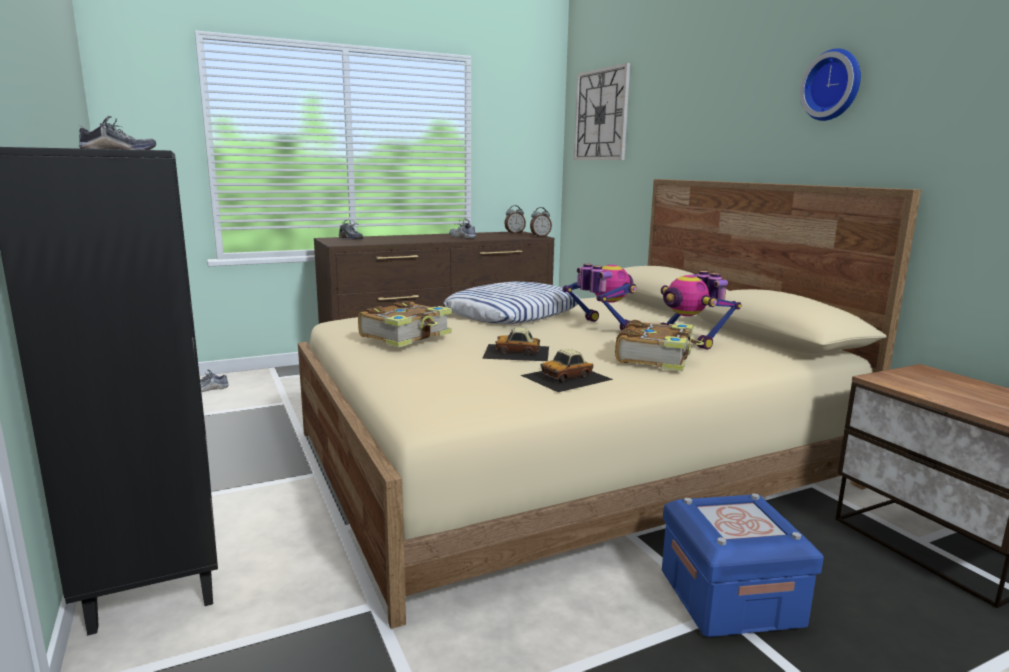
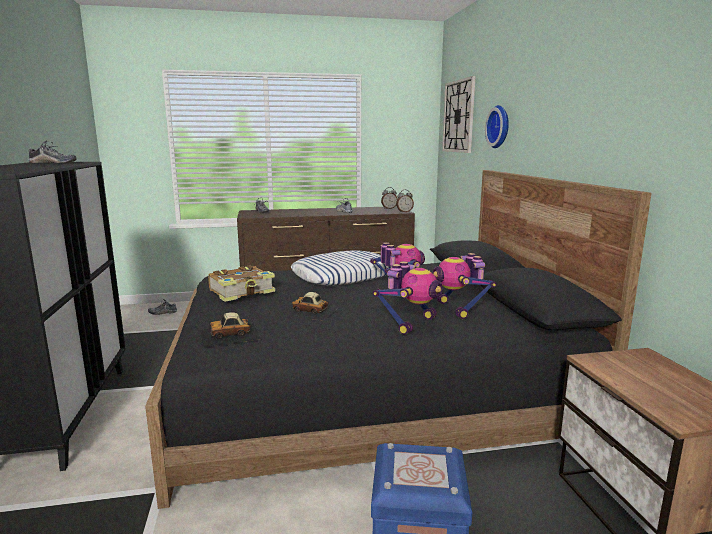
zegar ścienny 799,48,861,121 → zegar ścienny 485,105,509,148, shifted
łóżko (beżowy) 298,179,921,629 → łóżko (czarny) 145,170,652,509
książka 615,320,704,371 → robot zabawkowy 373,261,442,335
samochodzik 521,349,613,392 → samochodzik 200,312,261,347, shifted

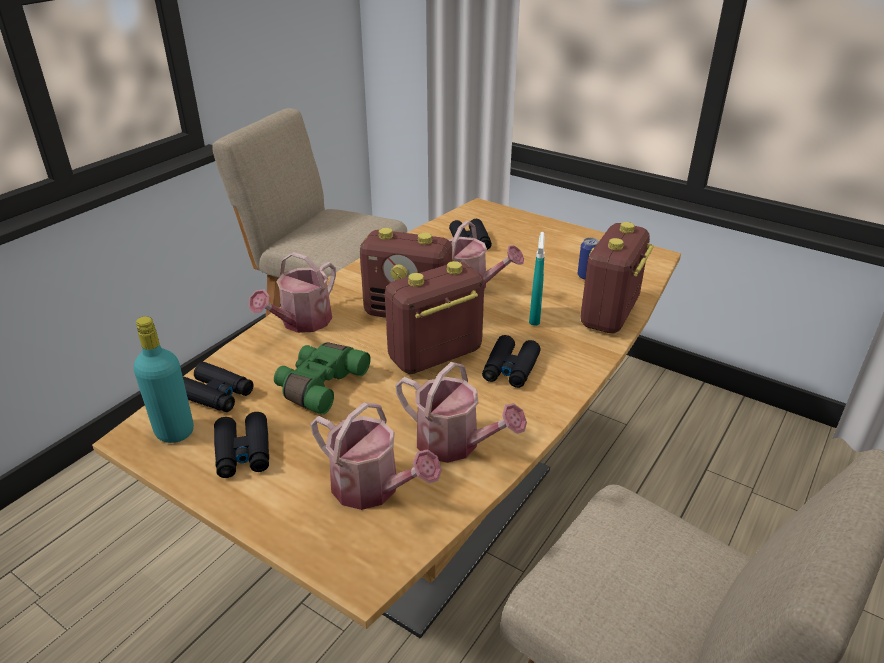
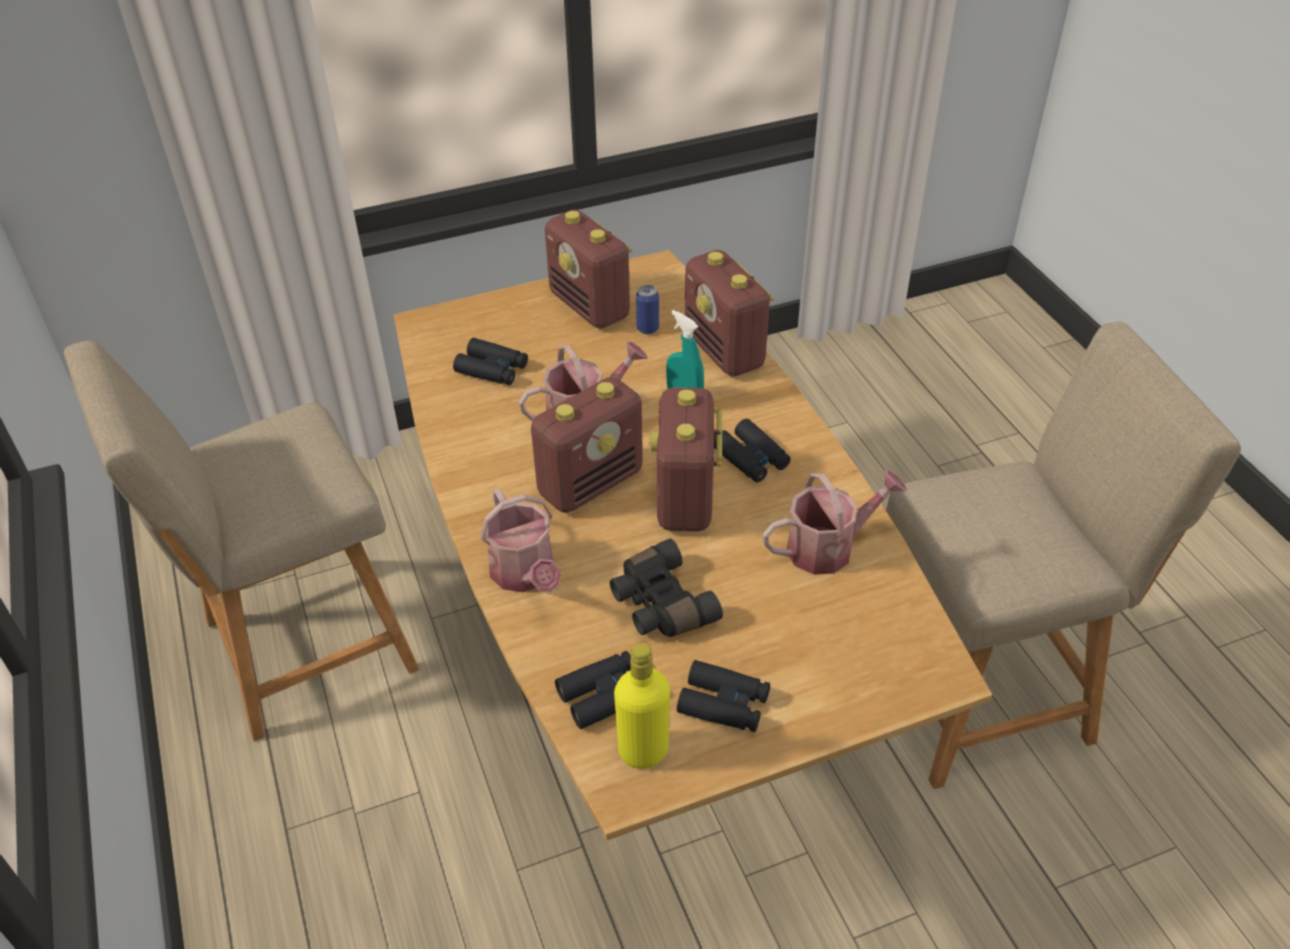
butelka (turkusowy) 134,316,194,443 → butelka (żółty) 614,643,670,769
lornetka (zielony) 274,342,371,415 → lornetka (czarny) 610,539,723,637
konewka 310,402,442,510 → -
- → radio 545,209,632,329

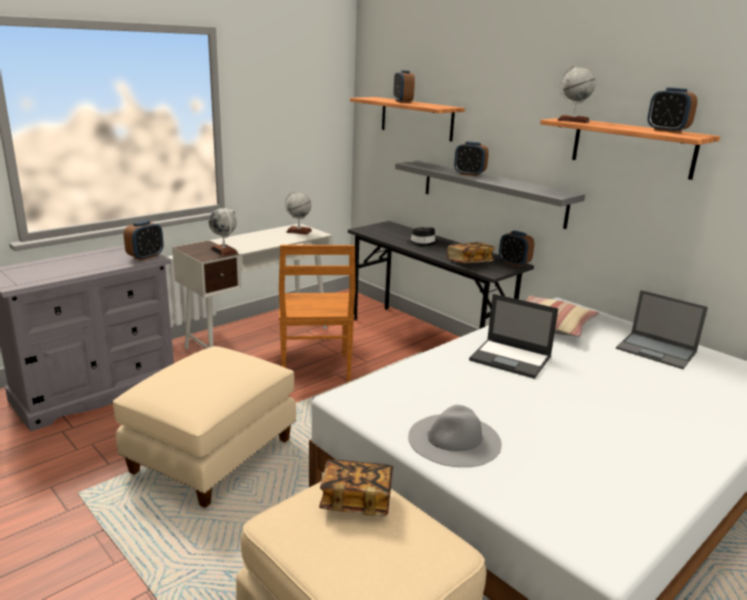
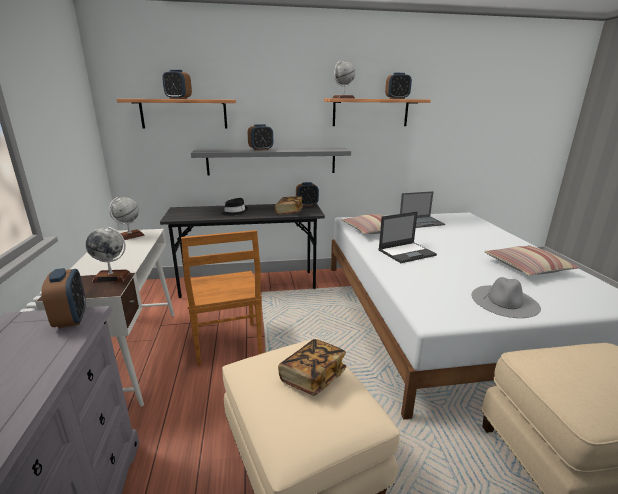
krzesło (brązowy) 279,245,356,382 → krzesło (brązowy) 181,230,262,366, 45 degrees clockwise
książka 319,459,393,516 → książka 278,339,346,396, shifted
- → poduszka 484,245,579,276

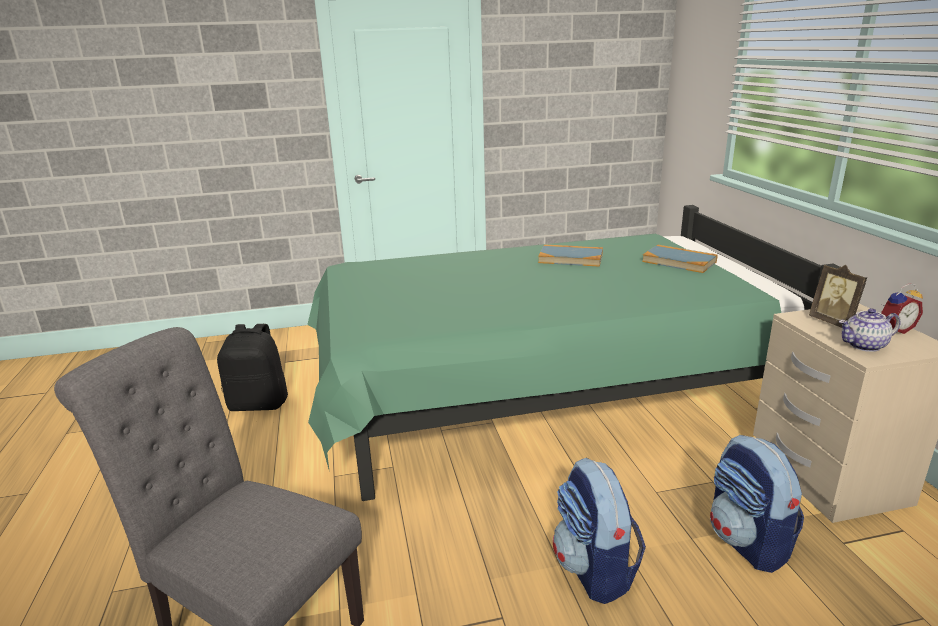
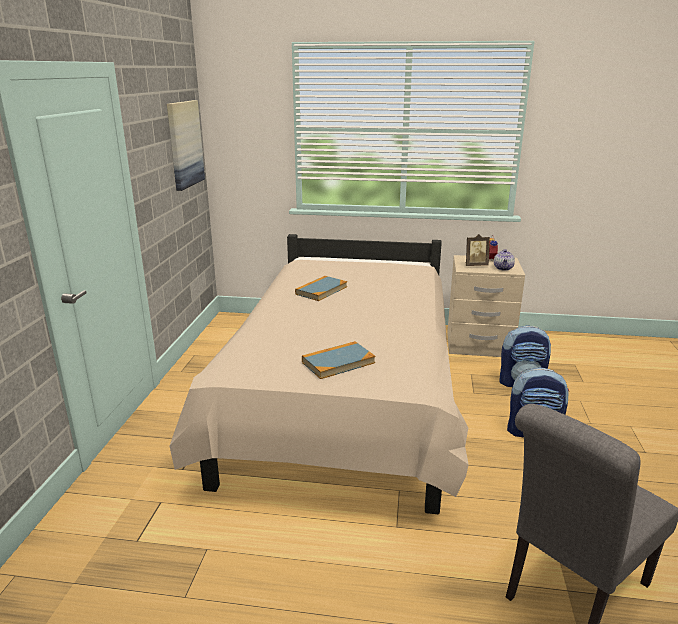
łóżko (zielony) 307,205,840,501 → łóżko (beżowy) 169,234,469,515
książka 642,245,718,273 → książka 302,341,375,379, shifted
plecak (czarny) 217,324,288,411 → -
- → obraz 167,100,205,191

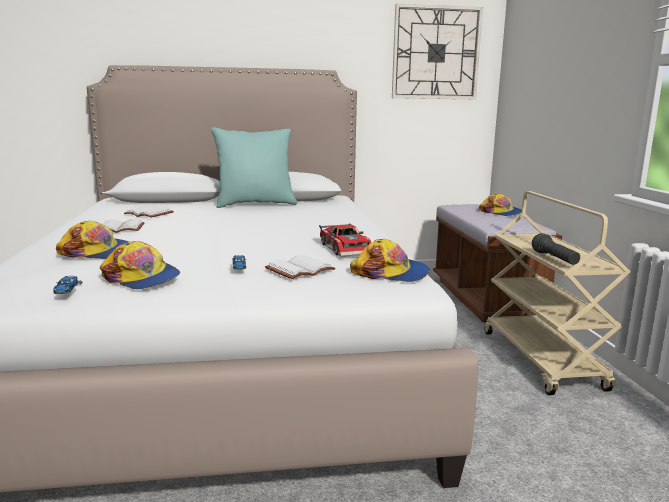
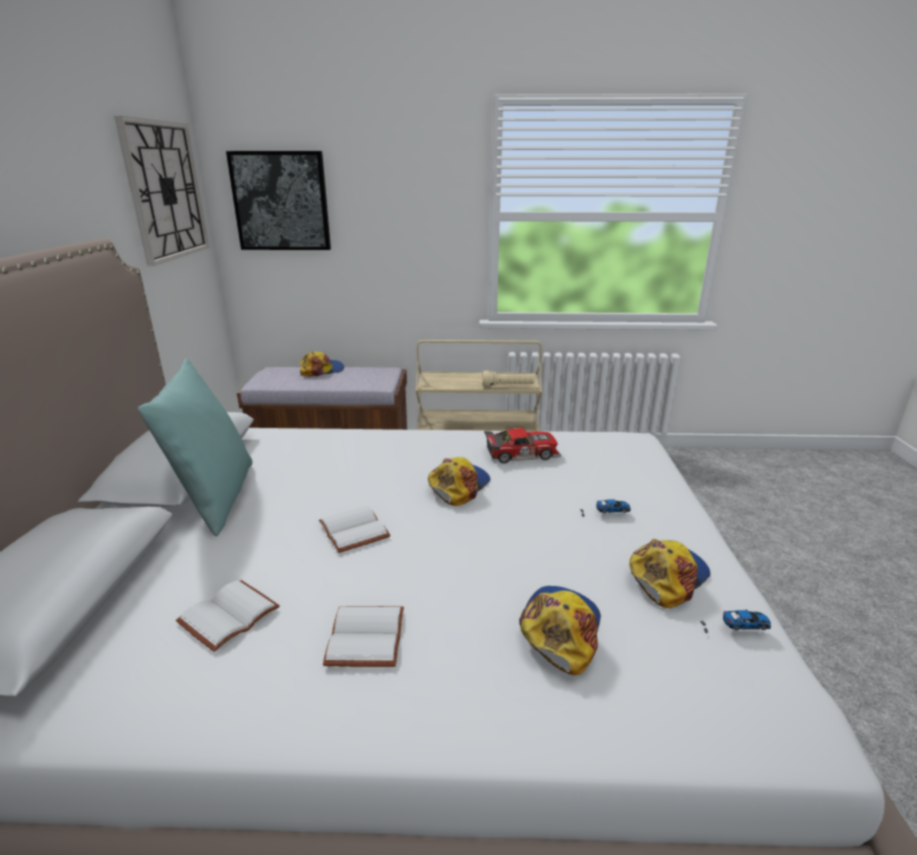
latarka (czarny) 532,233,580,265 → latarka (beżowy) 482,370,534,387
czapka z daszkiem 350,239,430,282 → czapka z daszkiem 428,457,490,506, shifted
książka (biały) 265,255,335,279 → książka (biały) 319,505,391,553, shifted
- → obraz 226,151,331,250

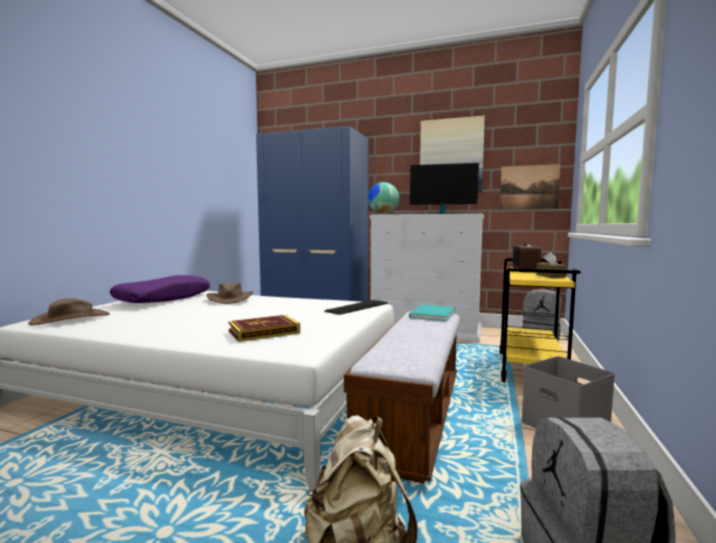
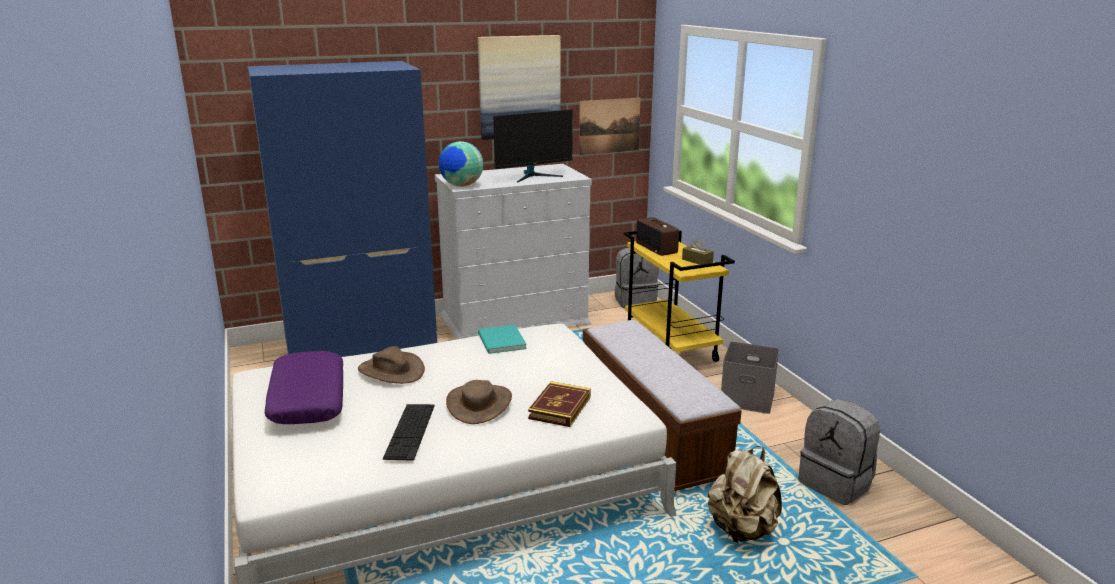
kapelusz (brązowy) 28,298,110,325 → kapelusz (brązowy) 446,380,512,424, shifted
klawiatura 324,300,388,315 → klawiatura 383,404,435,461, shifted
książka (turkusowy) 409,305,455,321 → książka (turkusowy) 478,325,527,354, shifted

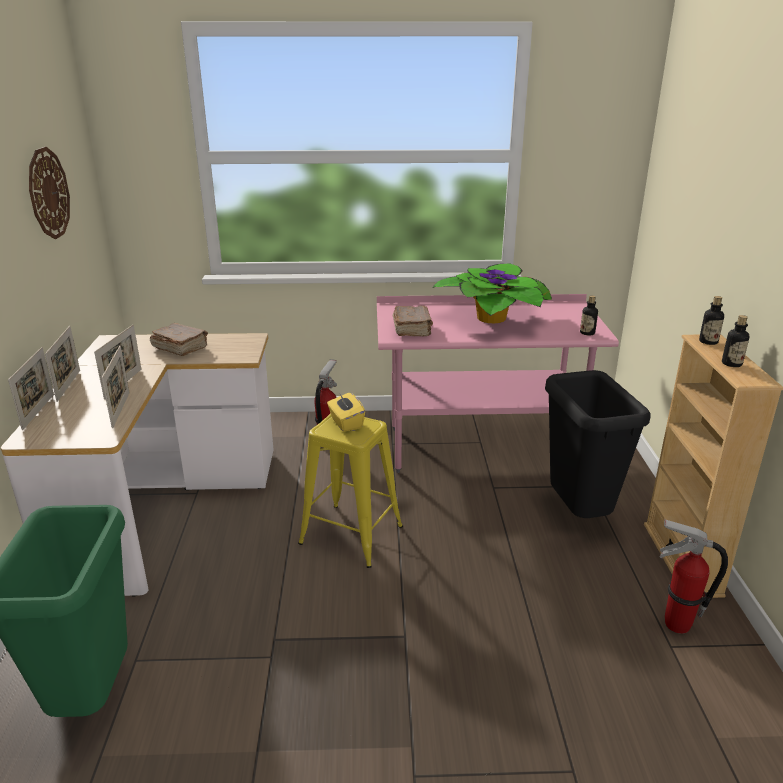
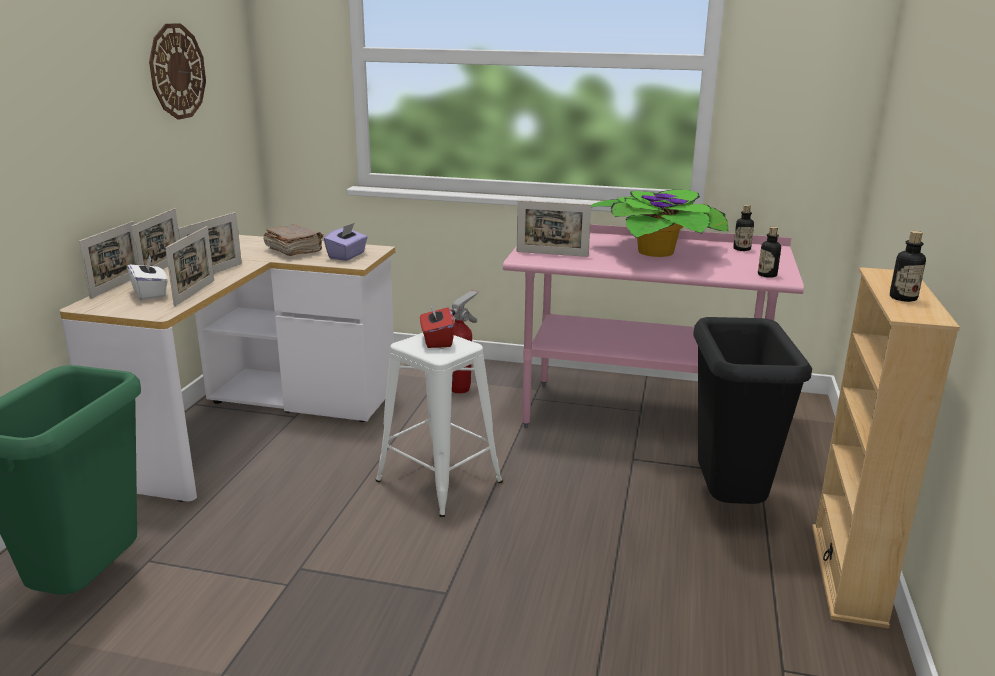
butelka 699,296,724,345 → butelka 733,205,754,251, shifted
książka (brązowy) 393,306,433,337 → ramka na zdjęcie 517,200,591,257
pudełko chusteczek (żółty) 327,393,365,432 → pudełko chusteczek (czerwony) 420,302,454,348
stołek (żółty) 298,413,403,568 → stołek (biały) 376,333,503,517
gaśnica 660,519,728,634 → -
- → pudełko chusteczek (fioletowy) 324,223,368,261
- → pudełko chusteczek (biały) 127,254,168,300

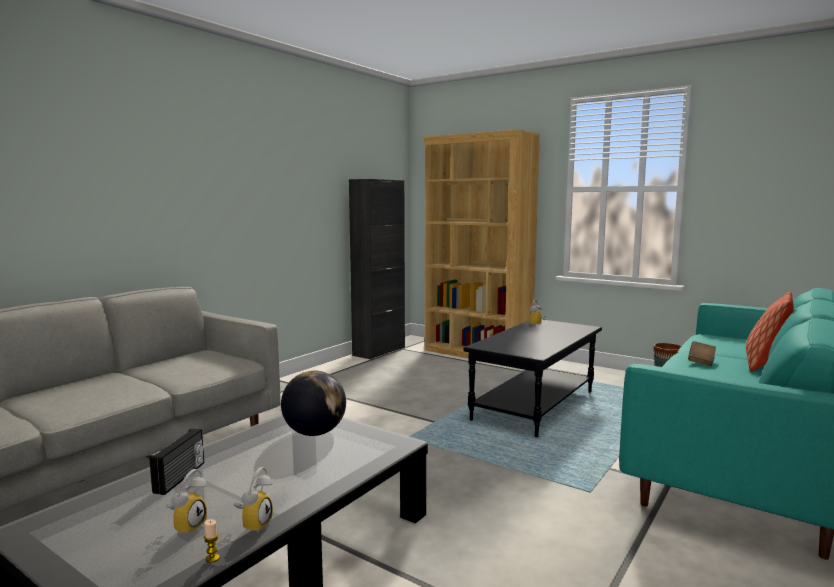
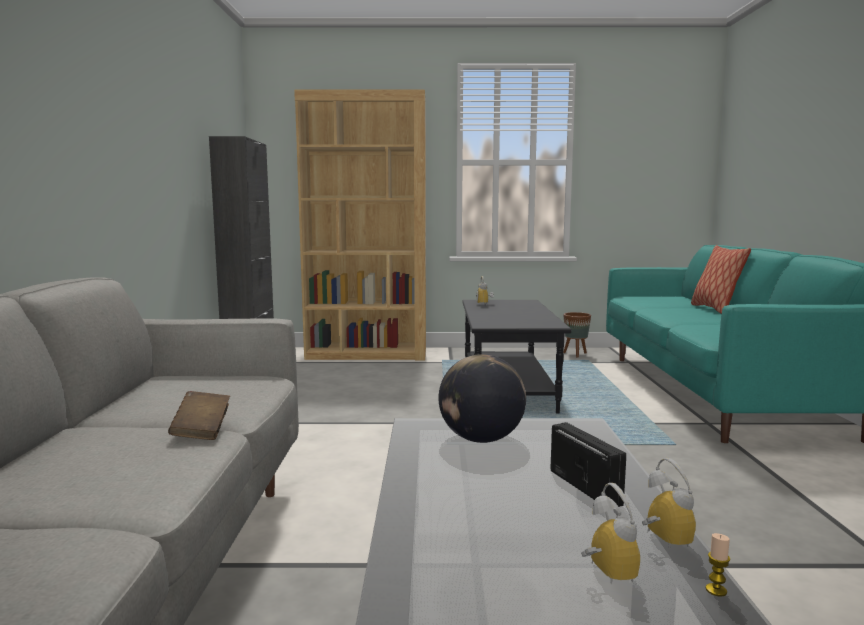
książka (brązowy) 688,341,716,366 → książka (brązowy) 168,391,230,440, shifted
radio 149,429,204,495 → radio 551,422,626,507, shifted

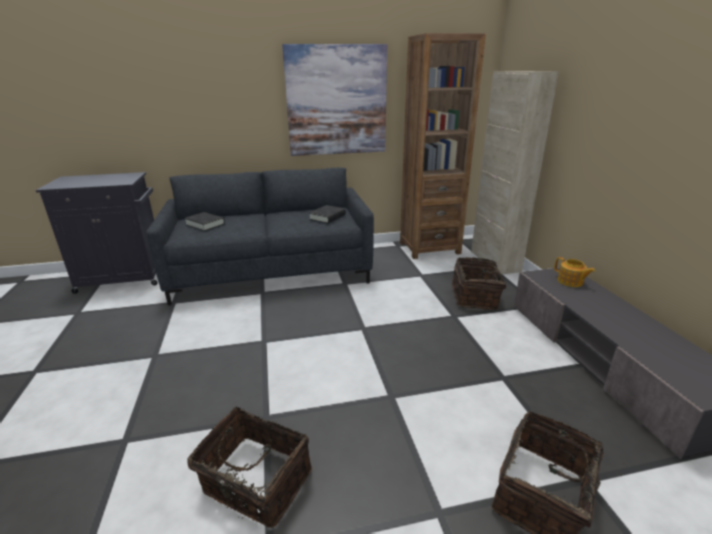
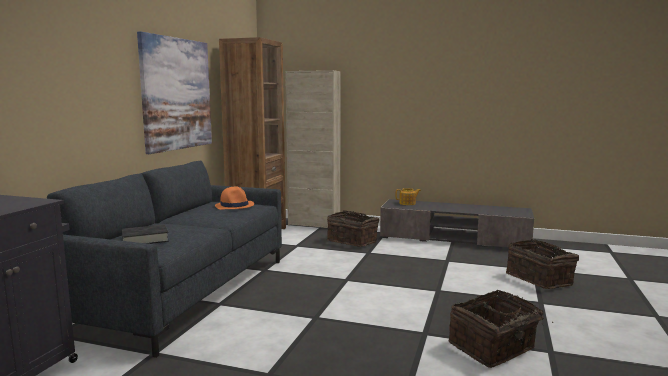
książka (czarny) 309,205,346,224 → kapelusz (pomarańczowy) 215,186,254,210

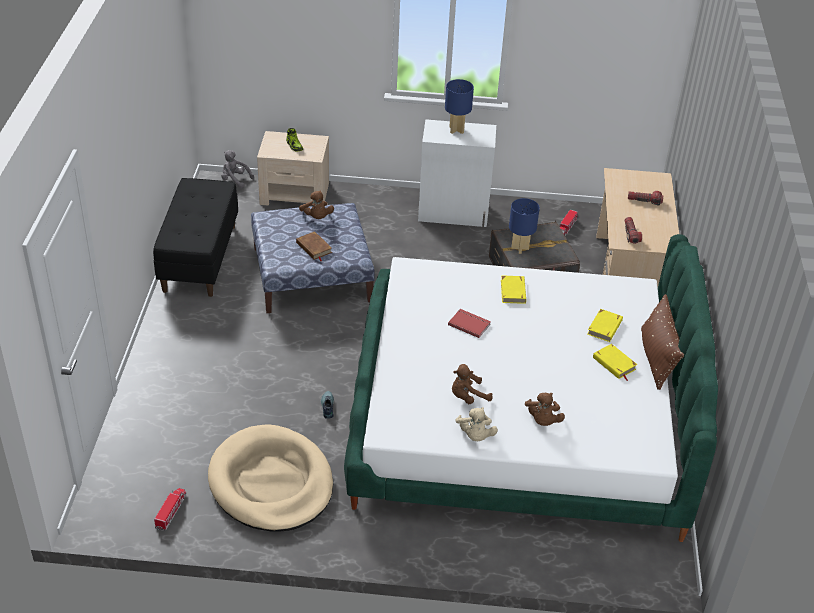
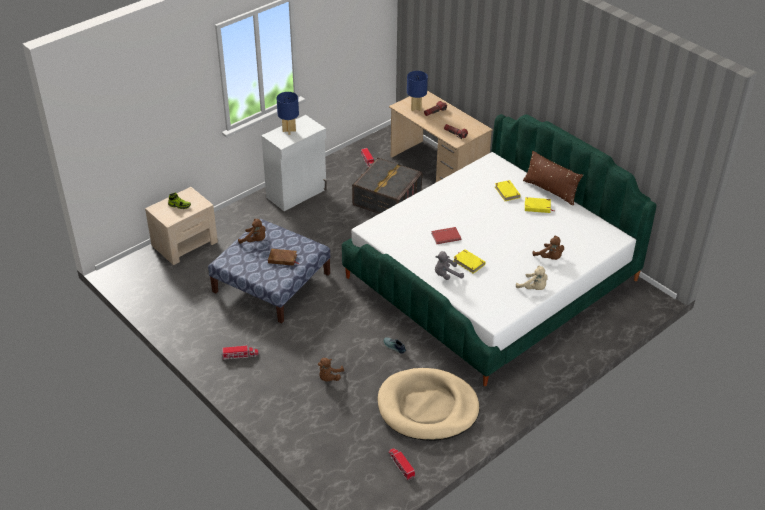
pluszak (szary) 221,150,254,188 → pluszak (szary) 435,251,464,280, shifted
ławka (czarny) 153,178,238,297 → -
lampa stołowa (niebieski) 509,198,540,254 → lampa stołowa (niebieski) 407,71,428,111, shifted
książka (żółty) 501,275,526,304 → książka (żółty) 453,249,485,274, shifted
pluszak (brązowy) 452,364,493,404 → pluszak (brązowy) 318,358,344,382, shifted
- → ciężarówka zabawkowa 222,346,259,360

